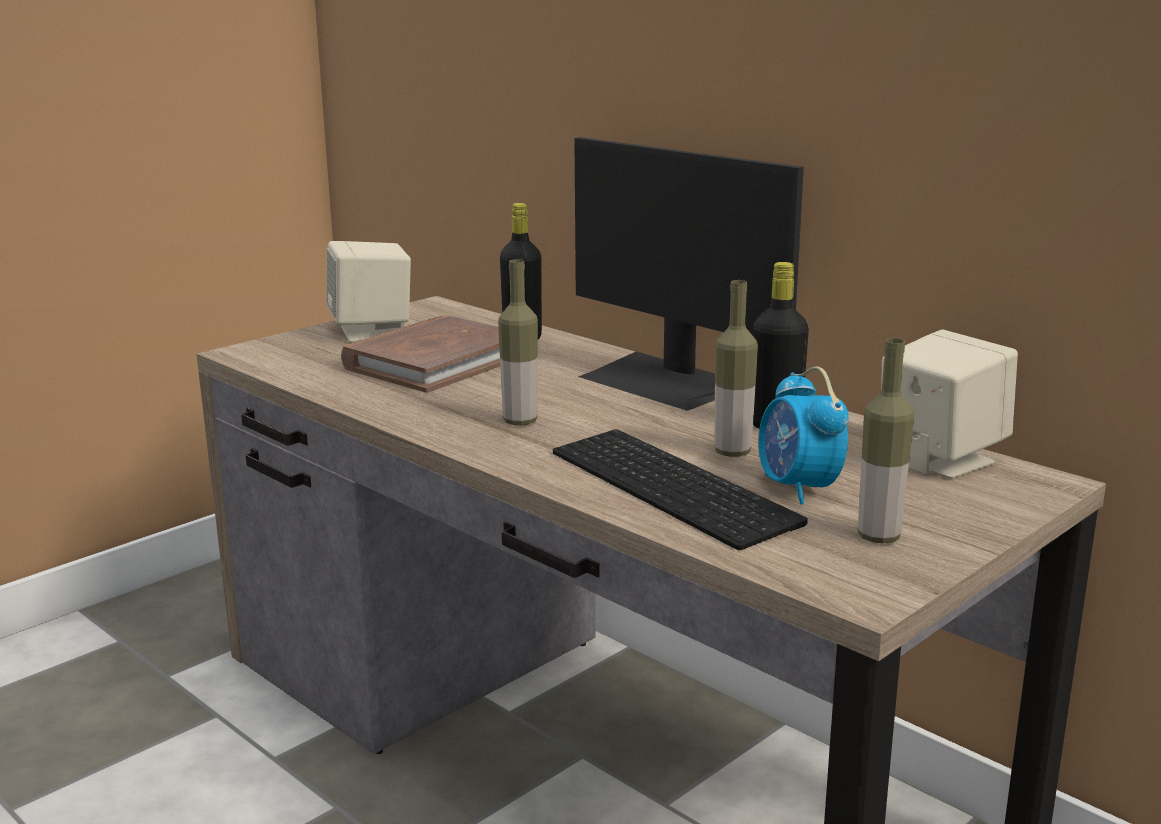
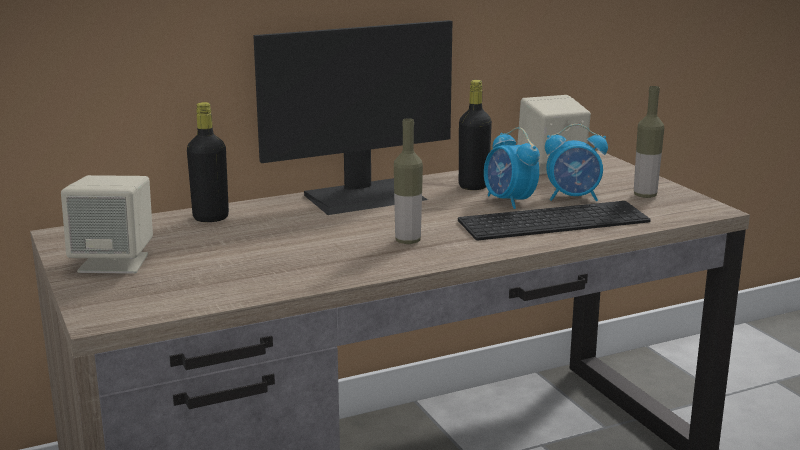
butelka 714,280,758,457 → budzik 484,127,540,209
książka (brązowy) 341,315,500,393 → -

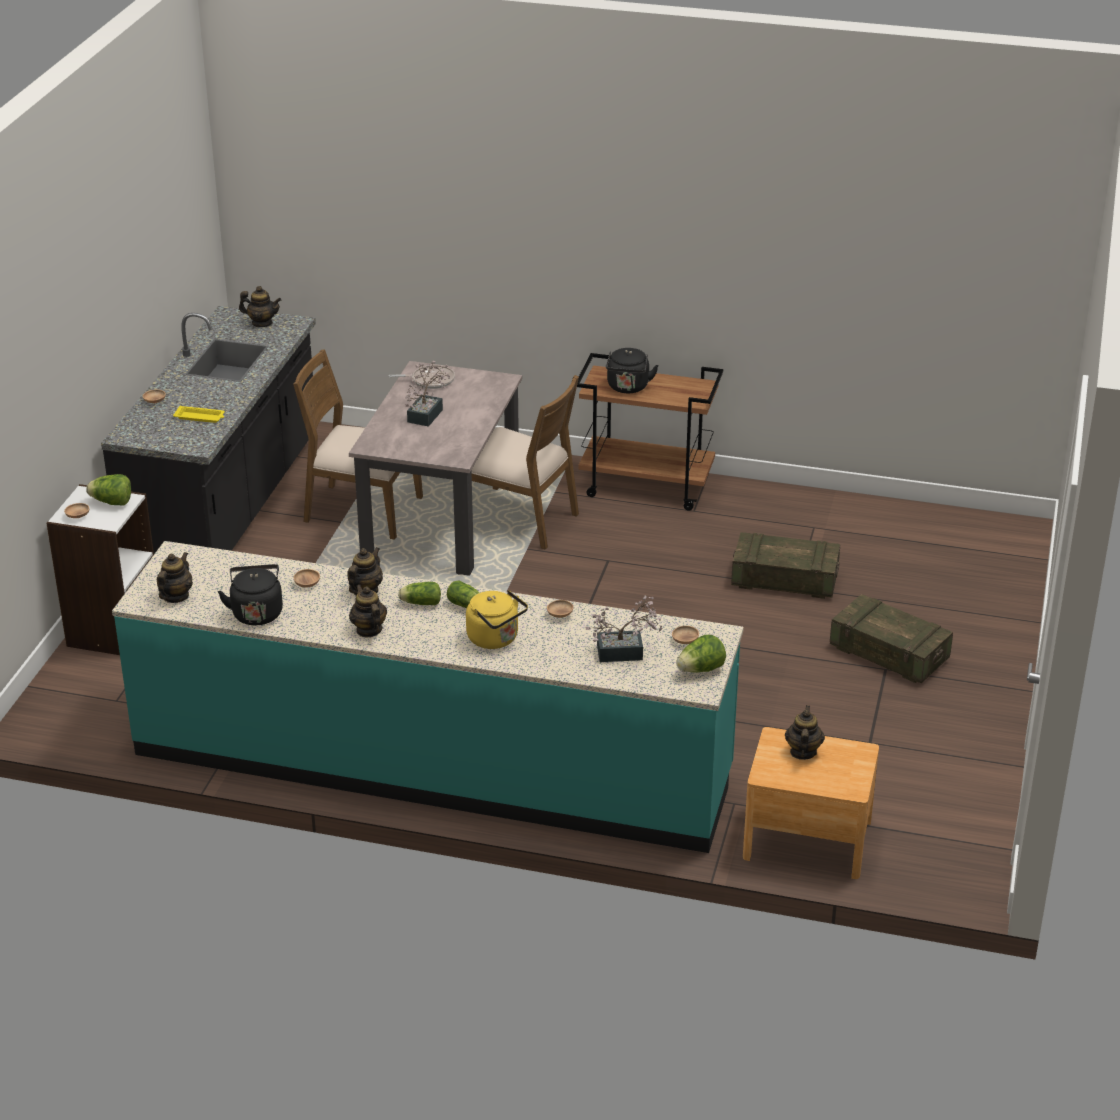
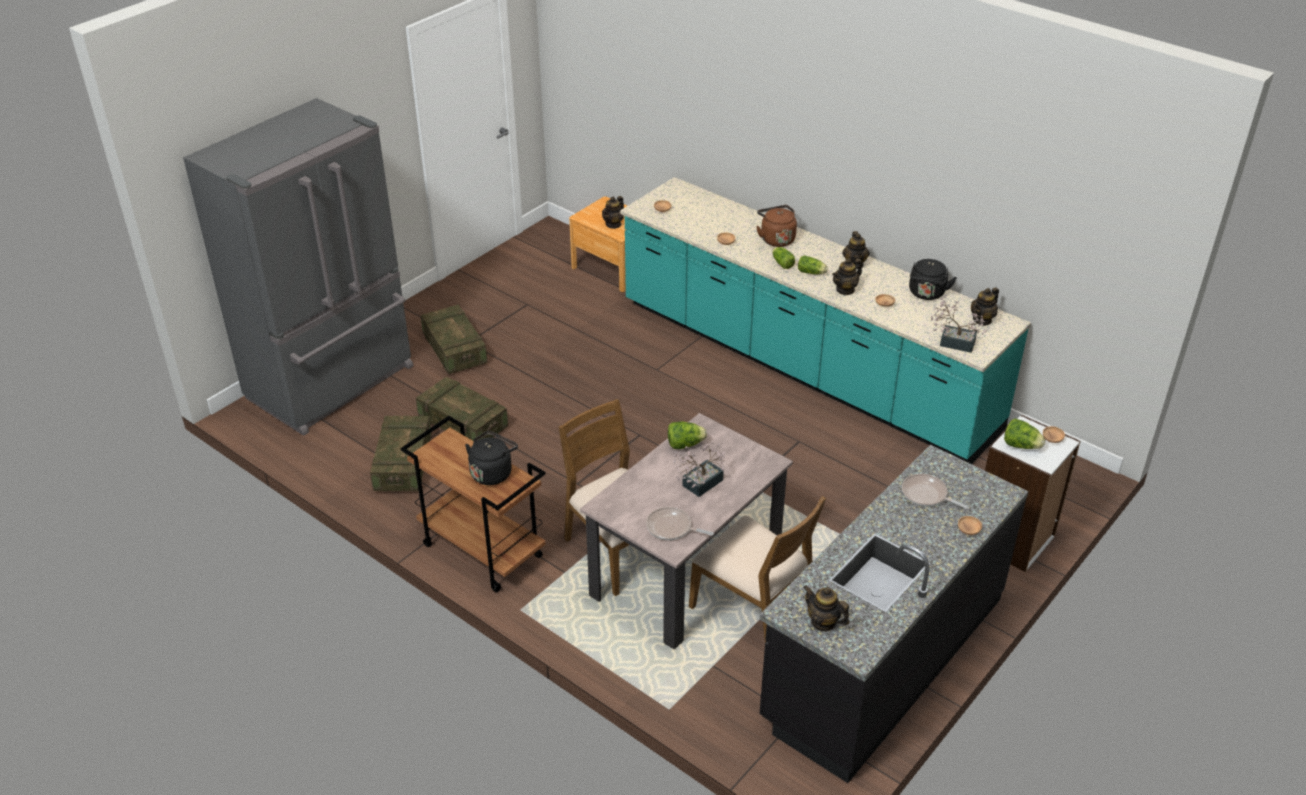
taca (żółty) 173,405,225,423 → patelnia 902,474,969,509
czajnik (żółty) 466,590,528,649 → czajnik (brązowy) 756,205,797,247
roślina doniczkowa 585,596,663,662 → roślina doniczkowa 931,296,987,353, shifted
sałata 676,635,726,673 → sałata 668,422,707,449, shifted
- → lodówka (szary) 183,98,414,436
- → skrzynka 370,416,431,491

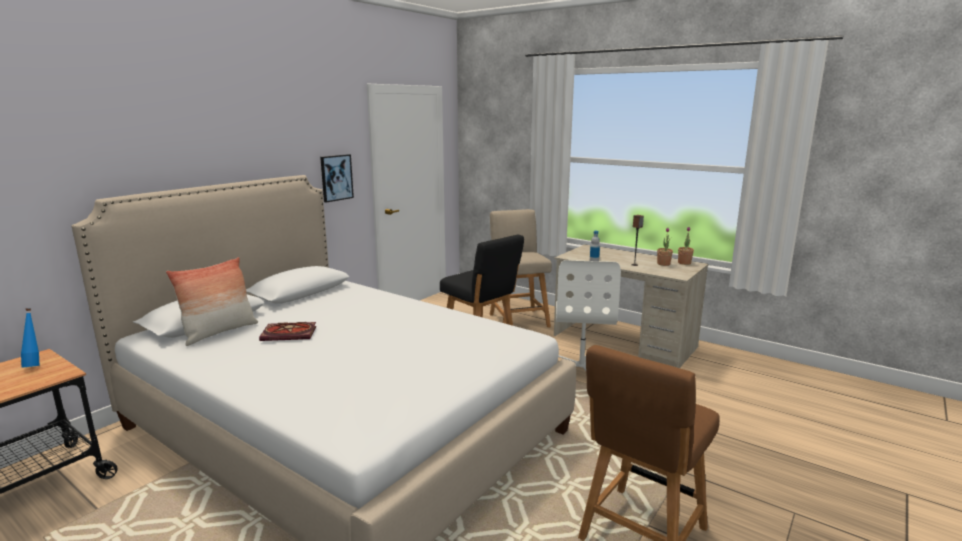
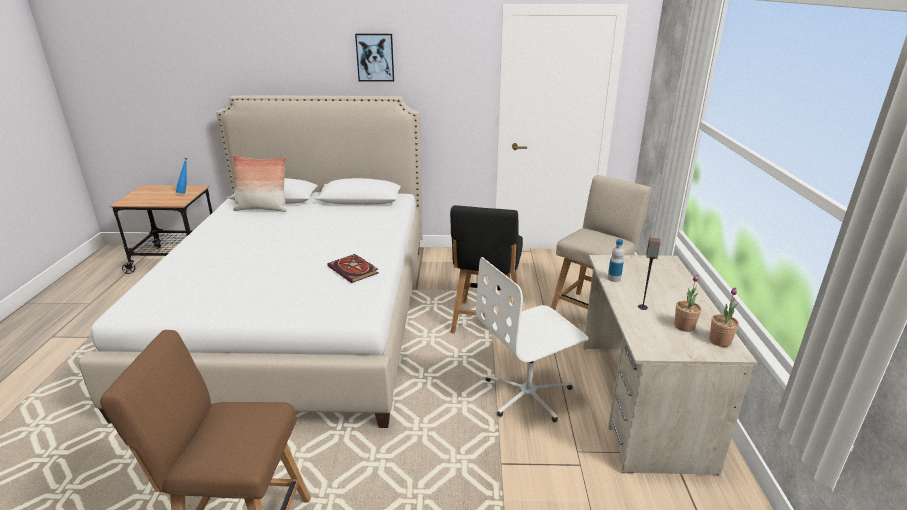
obraz 320,154,354,202 → obraz 355,34,394,82, shifted
książka 259,322,316,341 → książka 327,254,378,283, shifted

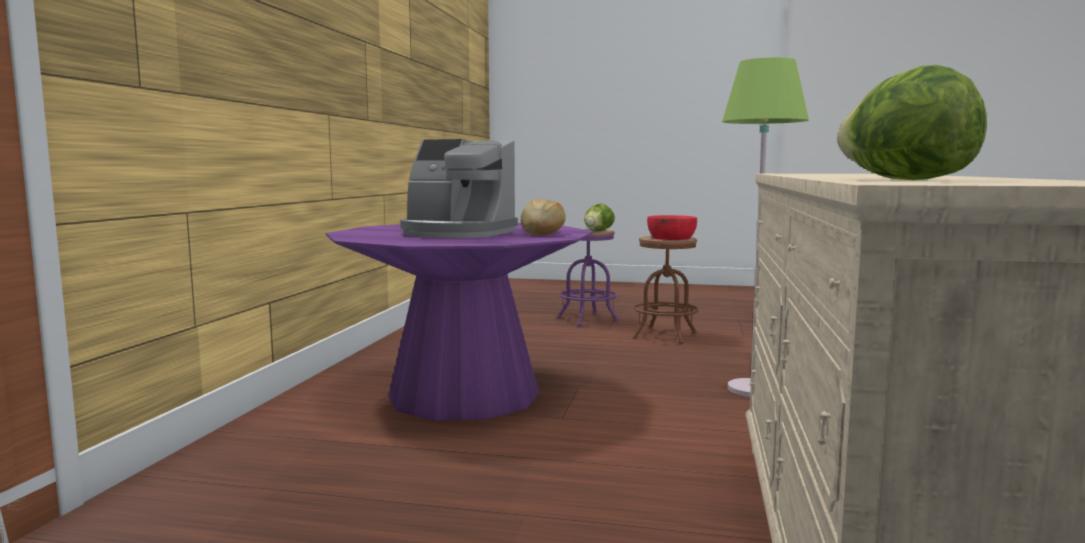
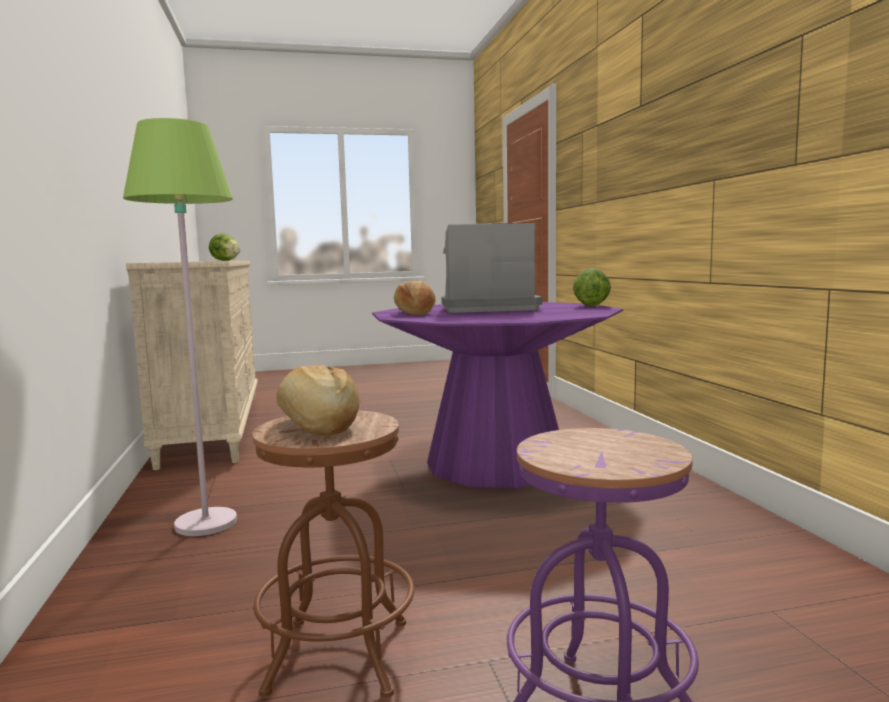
sałata 584,203,615,231 → sałata 573,268,611,307, shifted
miska (czerwony) 647,215,697,240 → chleb 276,365,359,436

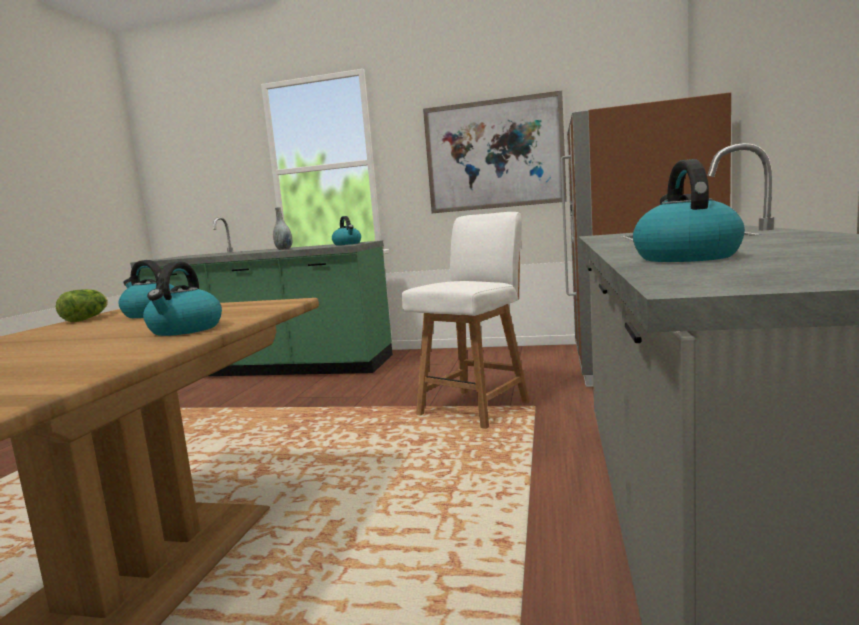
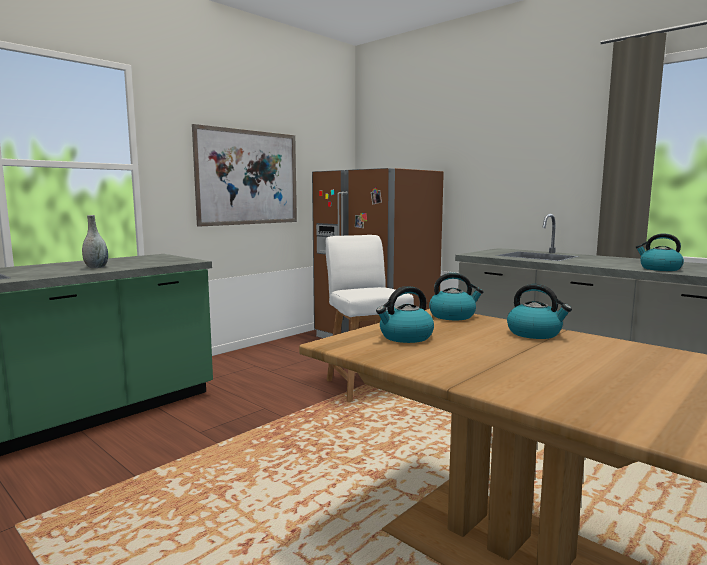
czajnik 332,216,361,245 → czajnik 429,273,484,320, shifted
sałata 56,289,108,322 → -

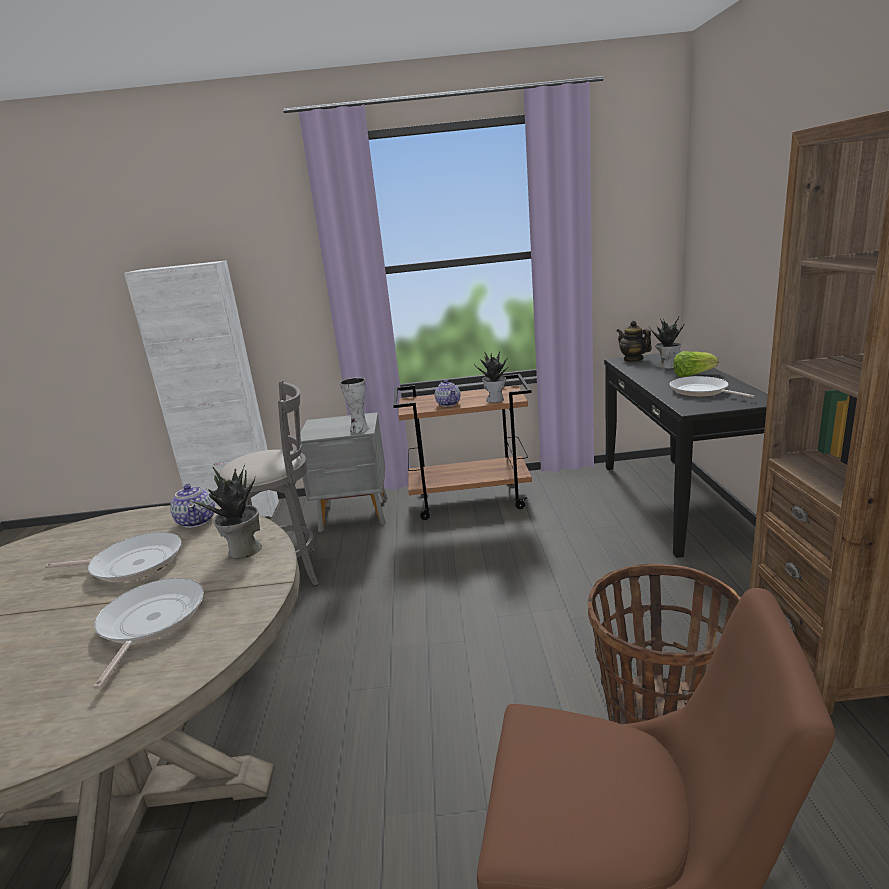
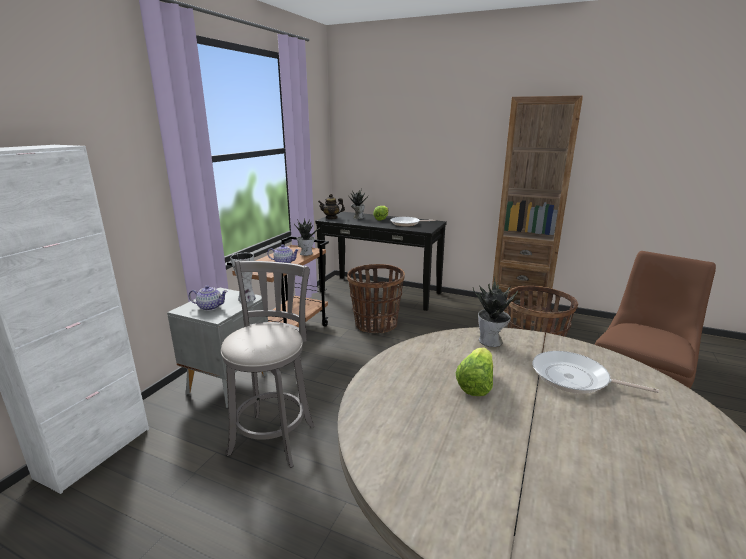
imbryk 170,483,215,528 → imbryk 189,285,228,311, shifted
patelnia 45,532,181,582 → sałata 456,347,493,396
- → koszyk 347,264,405,333

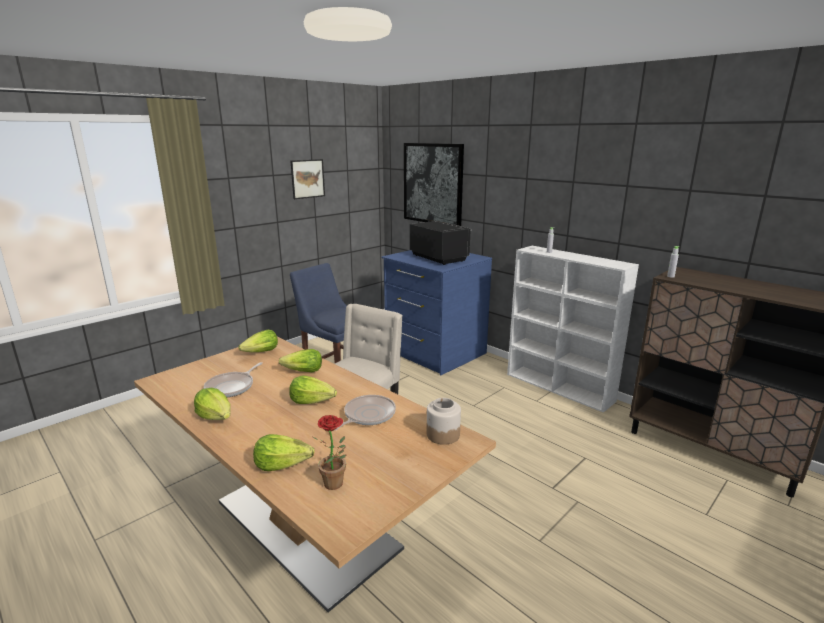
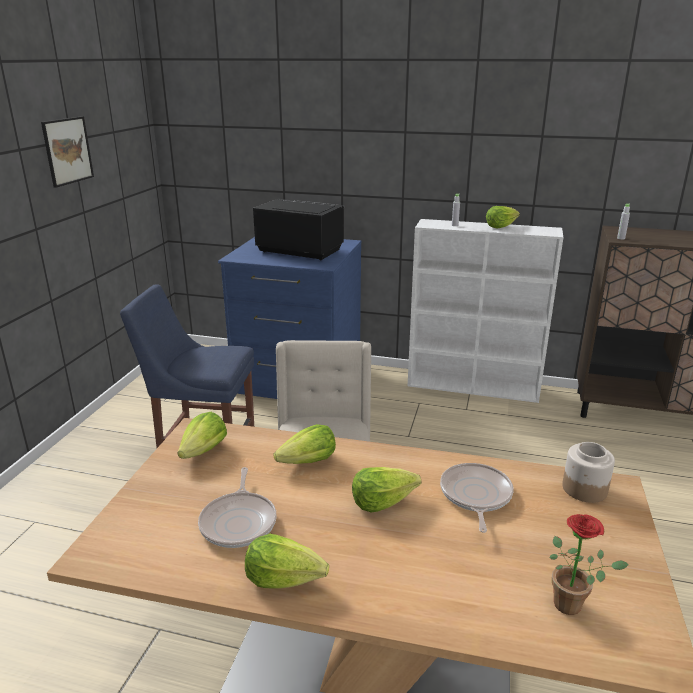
obraz 404,143,464,226 → -
sałata 253,434,314,471 → sałata 486,206,520,228, shifted

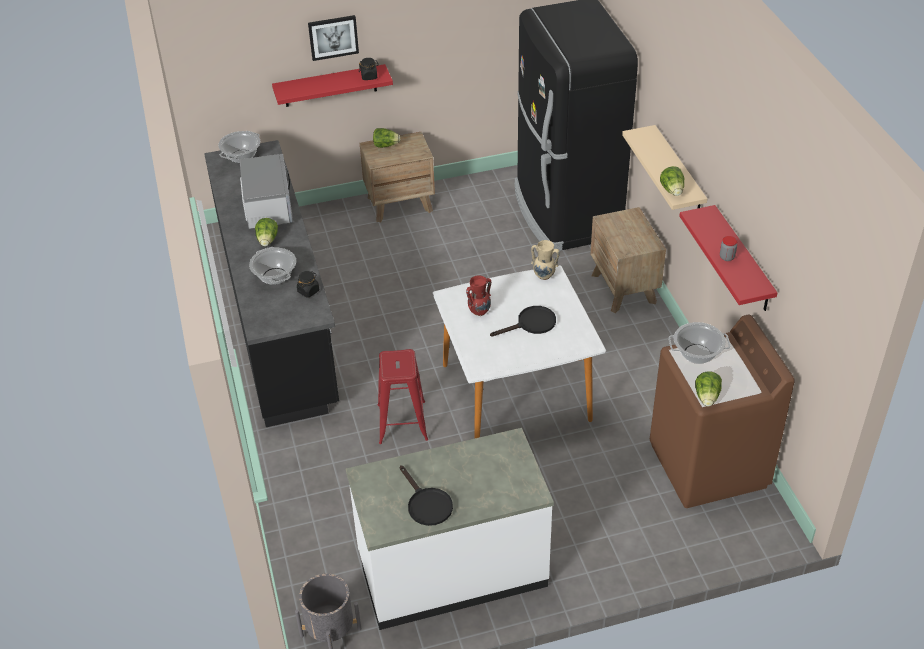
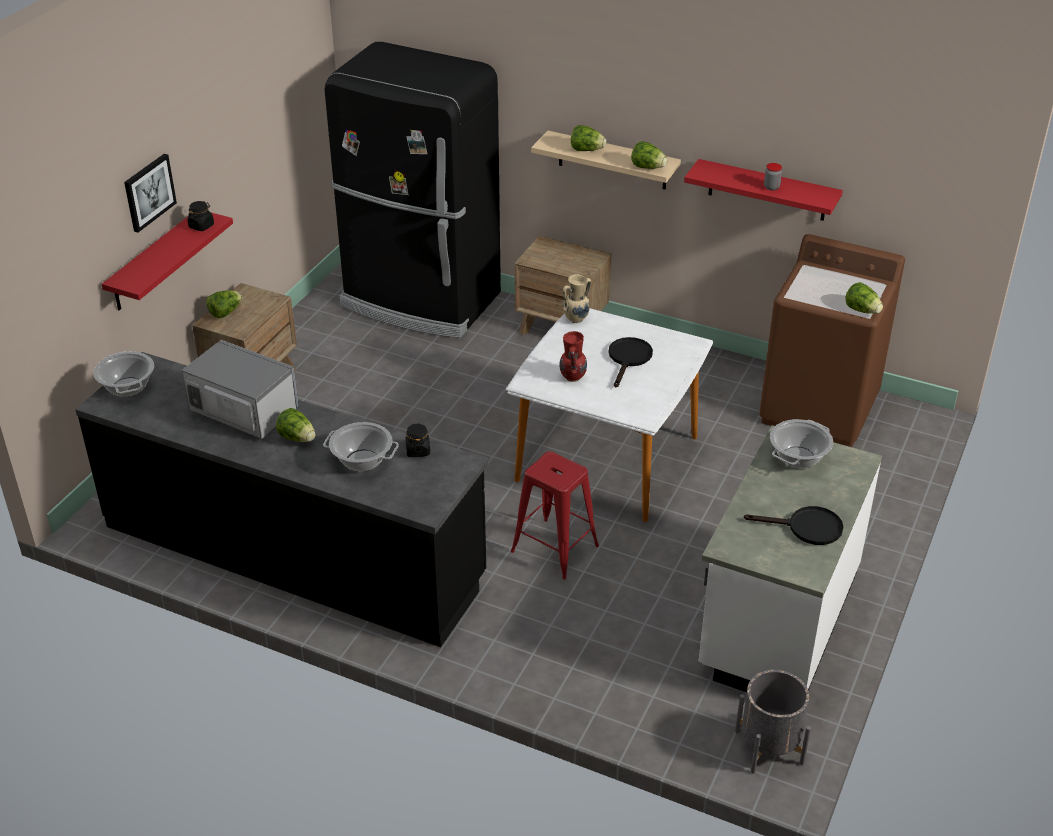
garnek 668,322,731,364 → garnek 770,419,833,469, shifted
- → sałata 571,125,607,151

